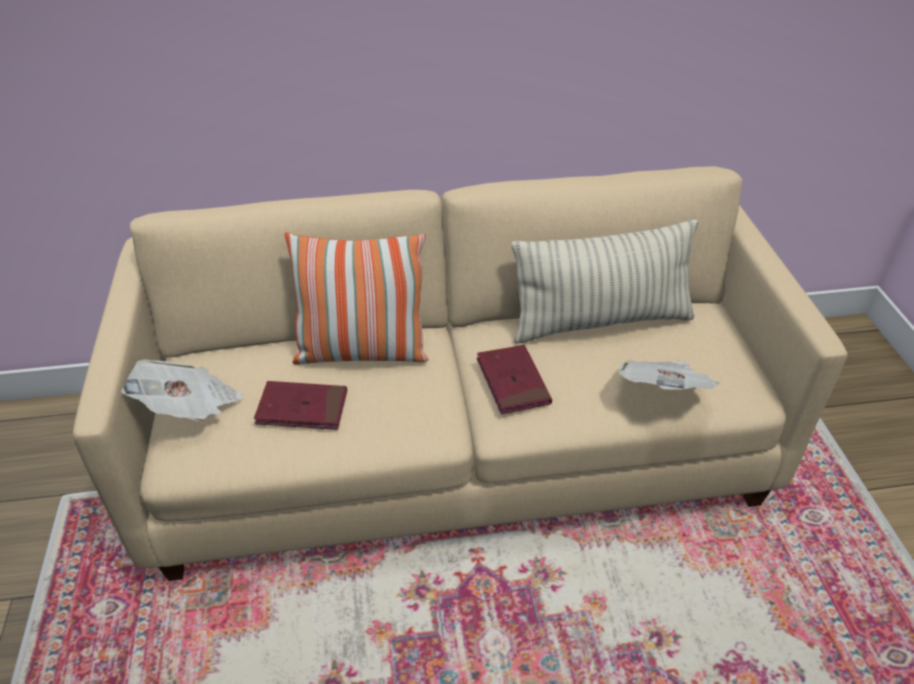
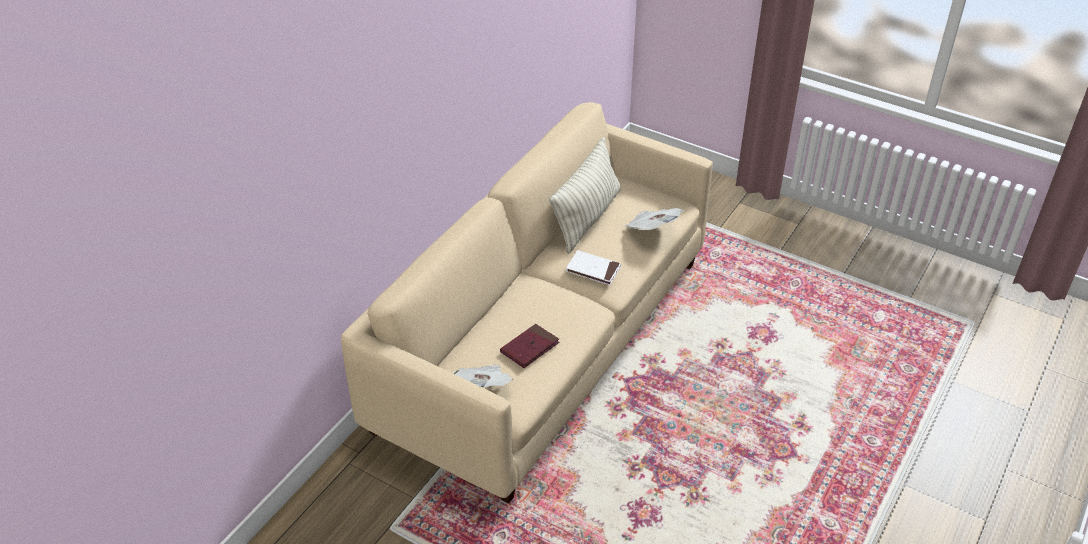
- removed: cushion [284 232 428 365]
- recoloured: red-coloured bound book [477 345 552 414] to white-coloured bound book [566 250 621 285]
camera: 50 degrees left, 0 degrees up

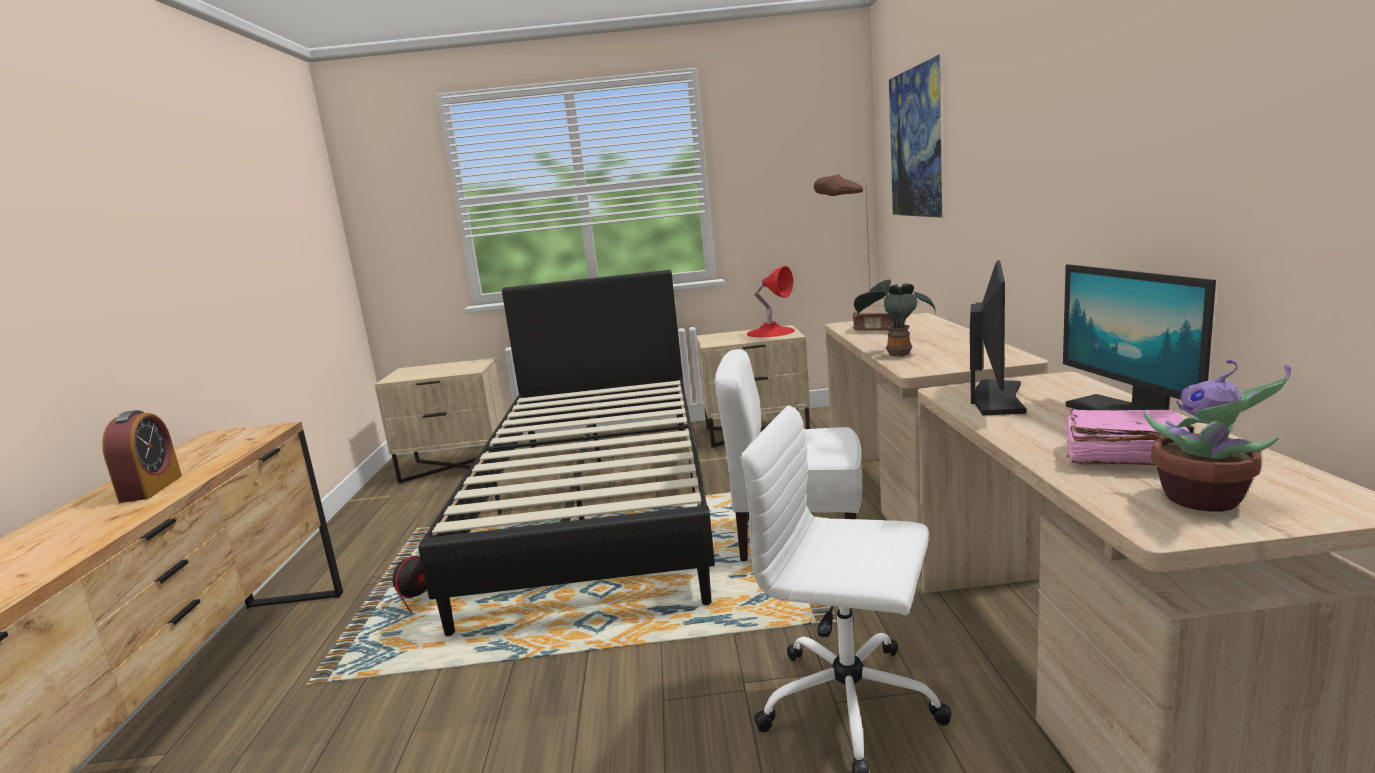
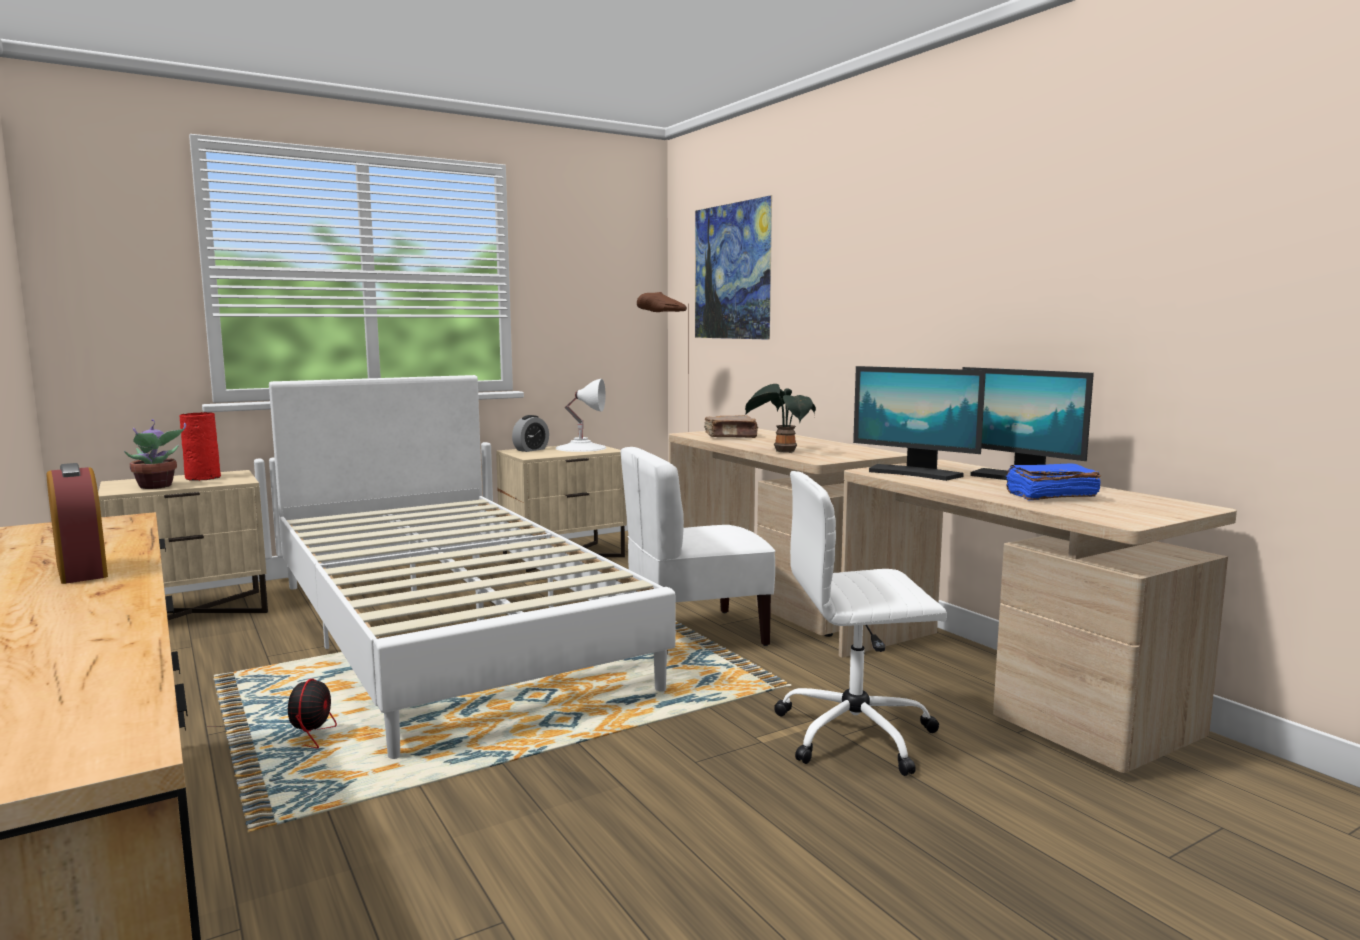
- turned: monitor [970 260 1026 415] = [853 366 986 481] 135 degrees clockwise
- recoloured: red-coloured table lamp [747 266 795 337] to white-coloured table lamp [555 379 606 452]
- recoloured: blackish bed [418 270 715 636] to white-coloured bed [269 375 675 759]
- moved: potted plant [1143 360 1291 512] to [124 419 186 489]
- recoloured: pink-coloured bound book [1066 409 1190 465] to blue-coloured bound book [1005 463 1101 501]
- added: red-coloured vase [180 412 221 481]
- added: table clock [512 415 549 452]
camera: 30 degrees left, 5 degrees down

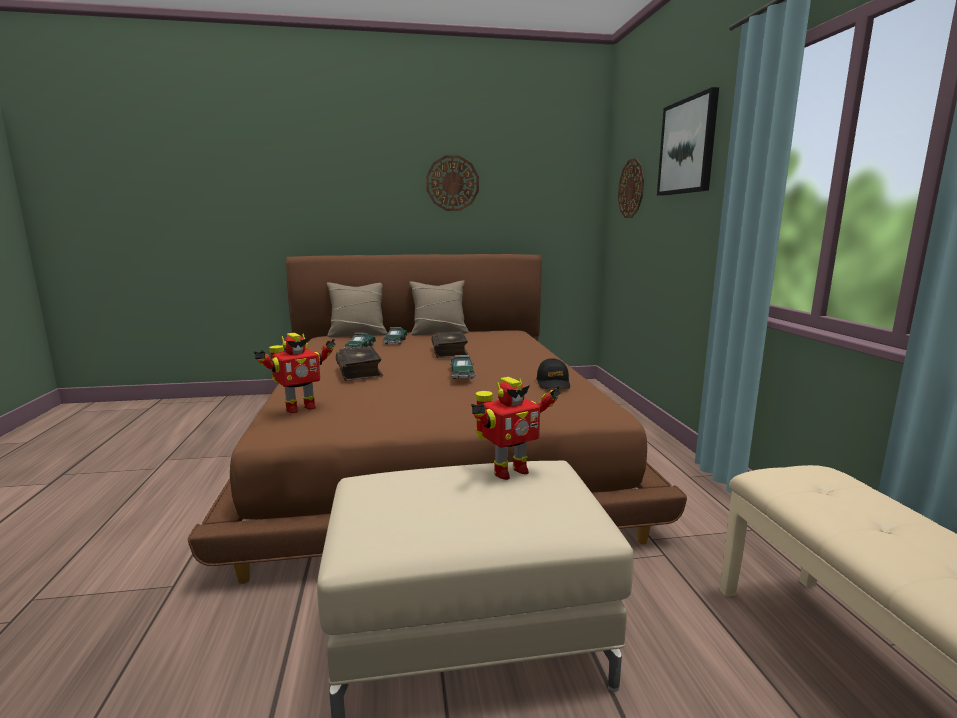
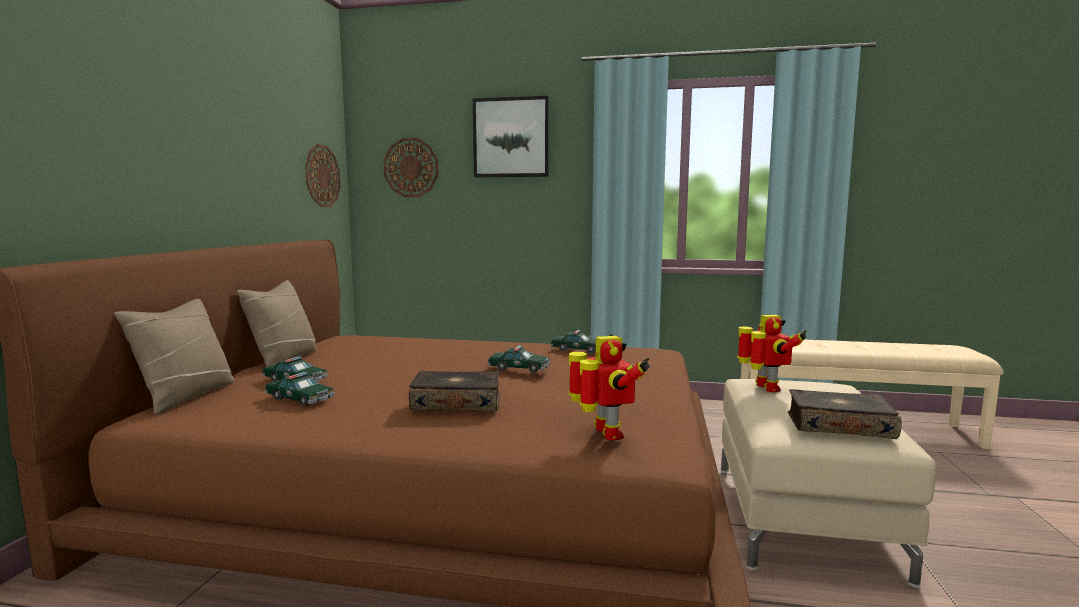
- moved: clock on the wall [426 155 479 211] to [305 144 341 207]
- moved: bound book [432 331 468 358] to [788 389 902 439]
- replaced: blackish baseball cap [537 358 570 389] to miniature car [550 330 596 354]
camera: 70 degrees left, 5 degrees down

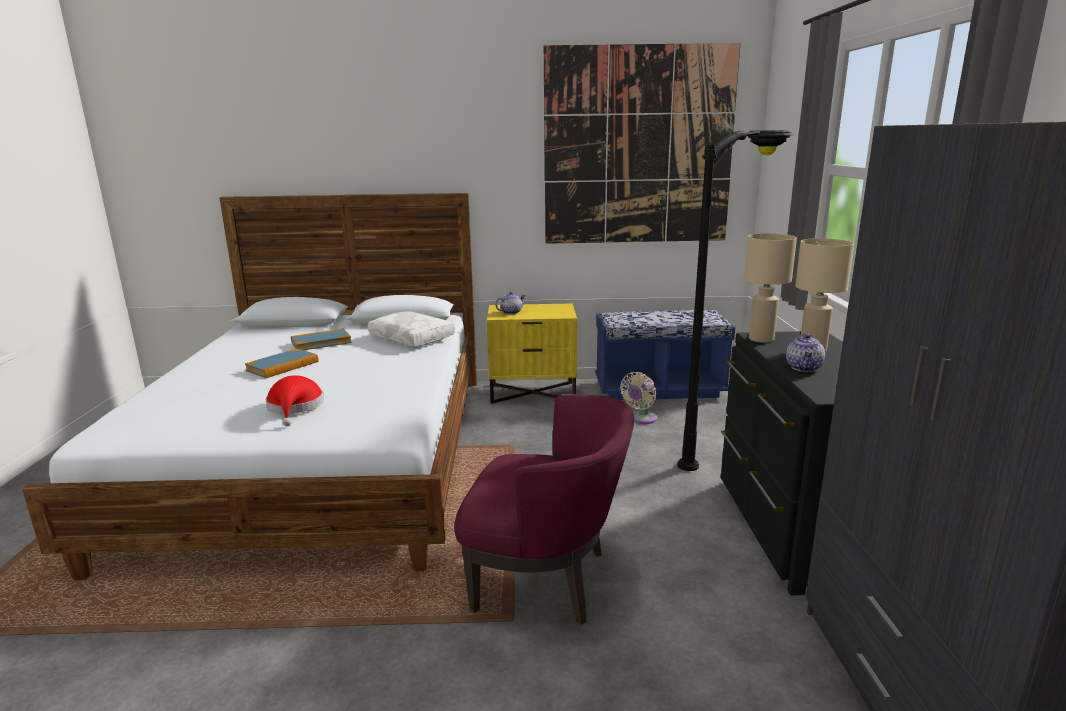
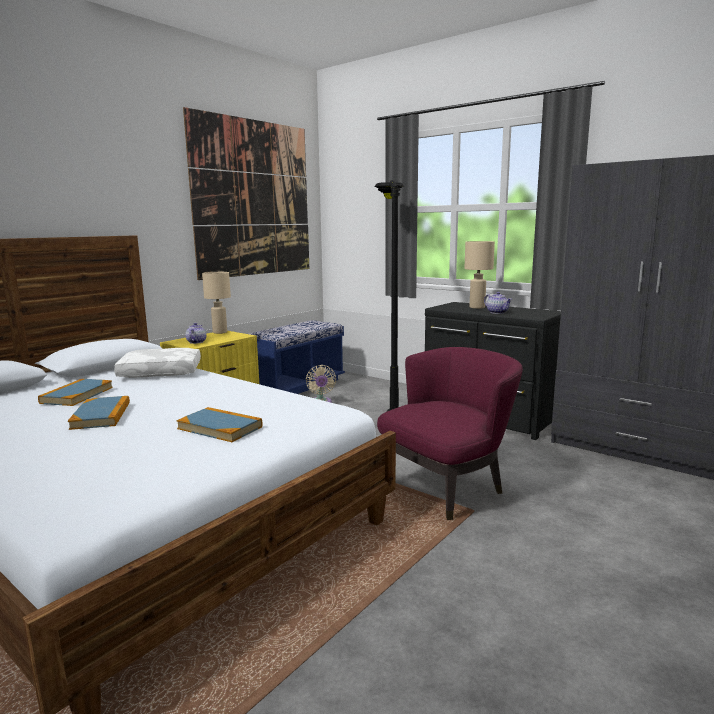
- moved: beige table lamp [744 233 797 343] to [202 272 231 334]
- replaced: red-coloured hat [266 375 324 426] to bound book [176 407 262 442]
camera: 50 degrees left, 5 degrees down

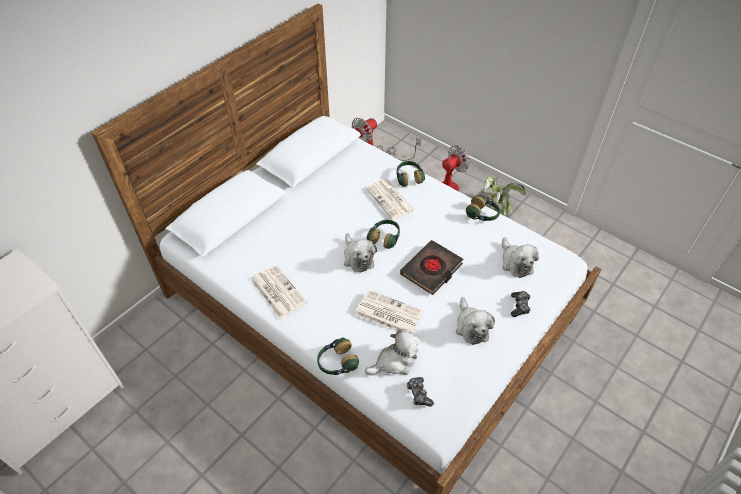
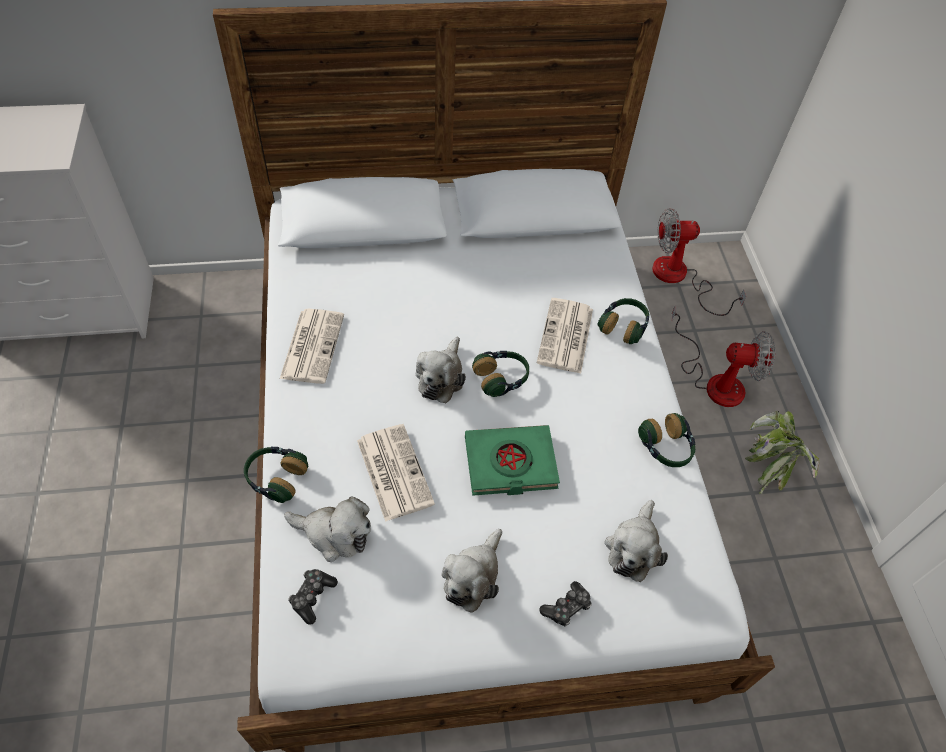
- recoloured: blackish bound book [400 240 463 295] to greenish bound book [465 425 560 496]
camera: 40 degrees right, 5 degrees up

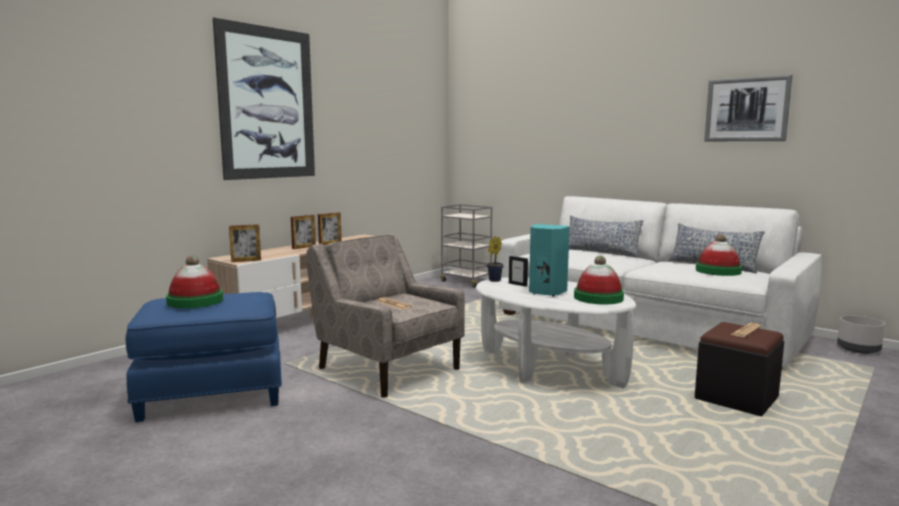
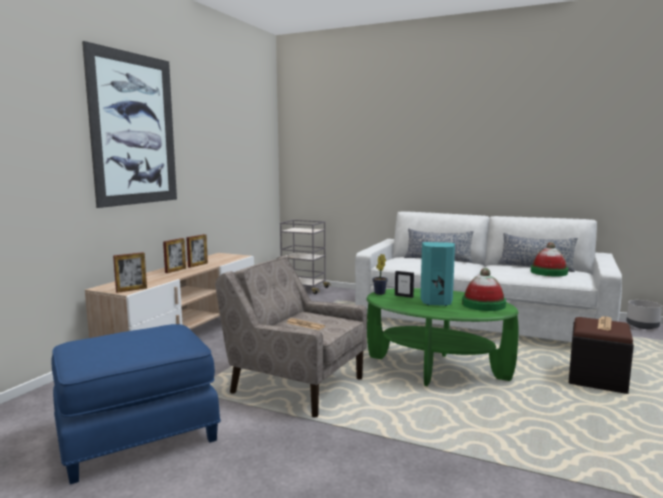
- removed: wall art [704 75 792 141]
- removed: hat [166 256 223 309]
- recoloured: white-coloured low table [476 277 636 388] to greenish low table [367 288 519 386]
camera: 15 degrees left, 0 degrees up

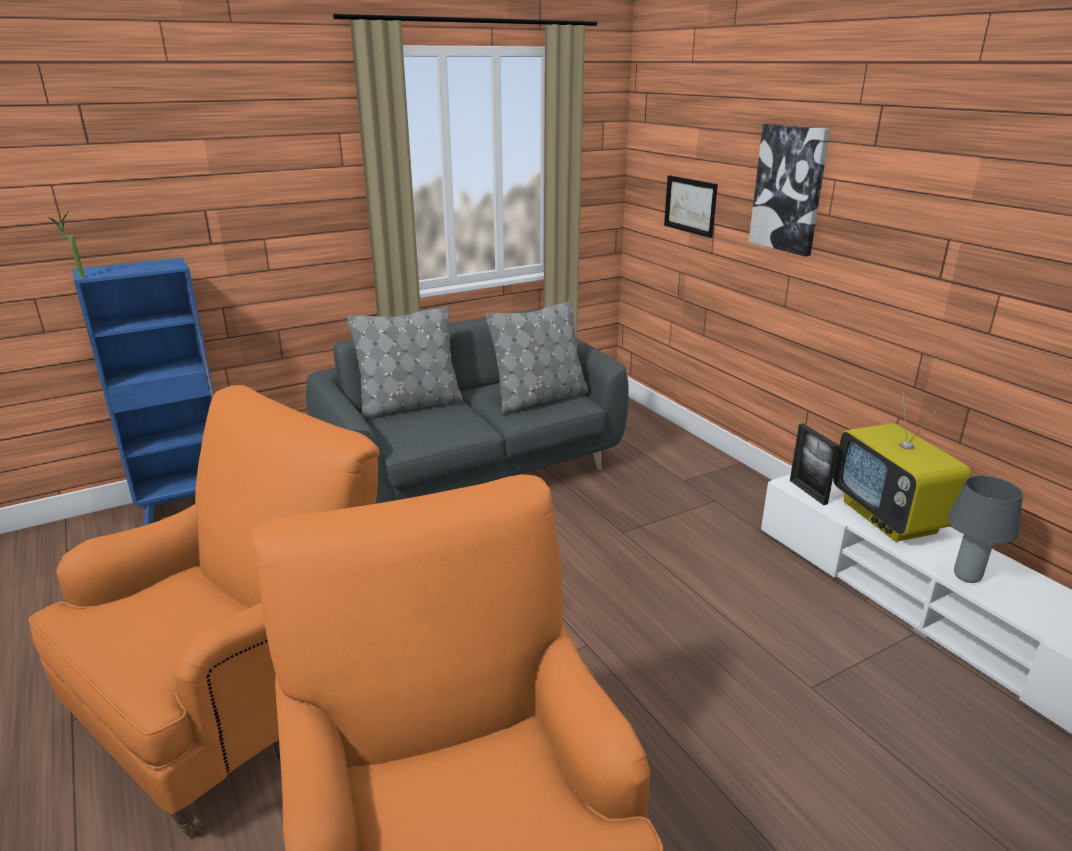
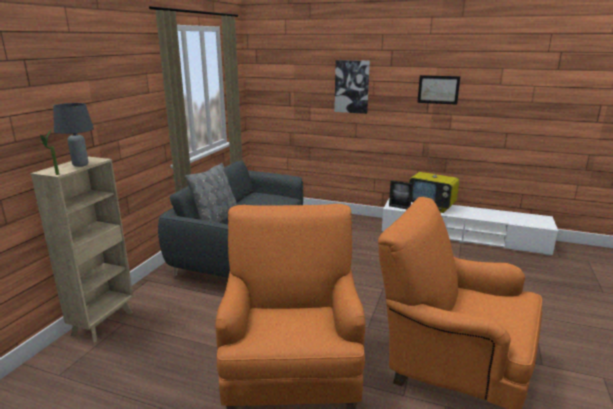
- moved: wall art [664 175 718 238] to [417 75 460 105]
- recoloured: blue-coloured bookshelf [73 257 214 526] to beige bookshelf [31 157 133 342]
- removed: grey cushion [486 301 588 413]
- moved: grey table lamp [948 475 1023 583] to [53 103 94 167]
camera: 40 degrees left, 5 degrees down

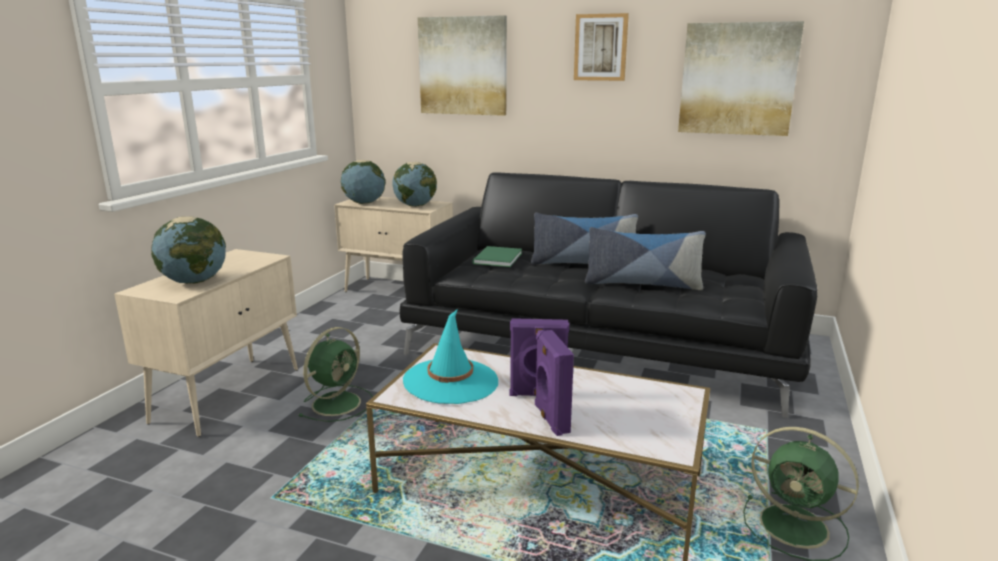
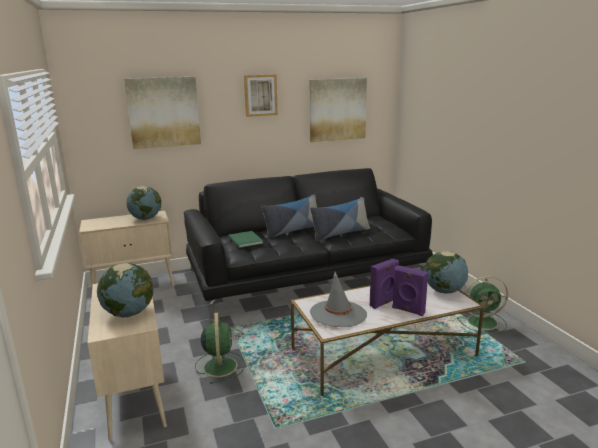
- moved: globe [341 160 385 204] to [424 251 468 294]
- recoloured: turquoise hat [403 309 498 404] to grey hat [310 272 367 327]
camera: 40 degrees left, 0 degrees up

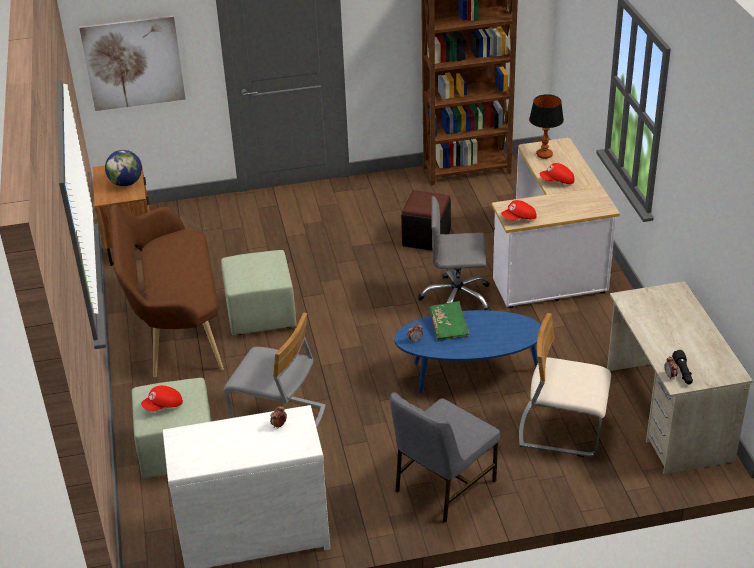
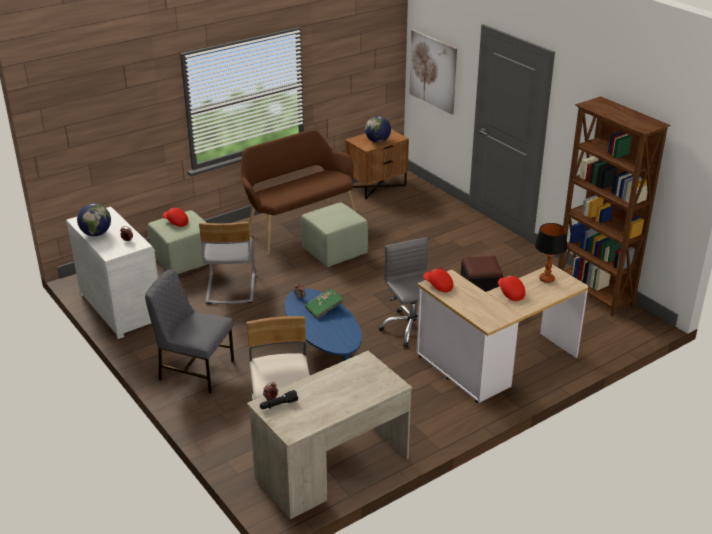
- added: globe [77 203 111 236]
camera: 65 degrees right, 5 degrees down

